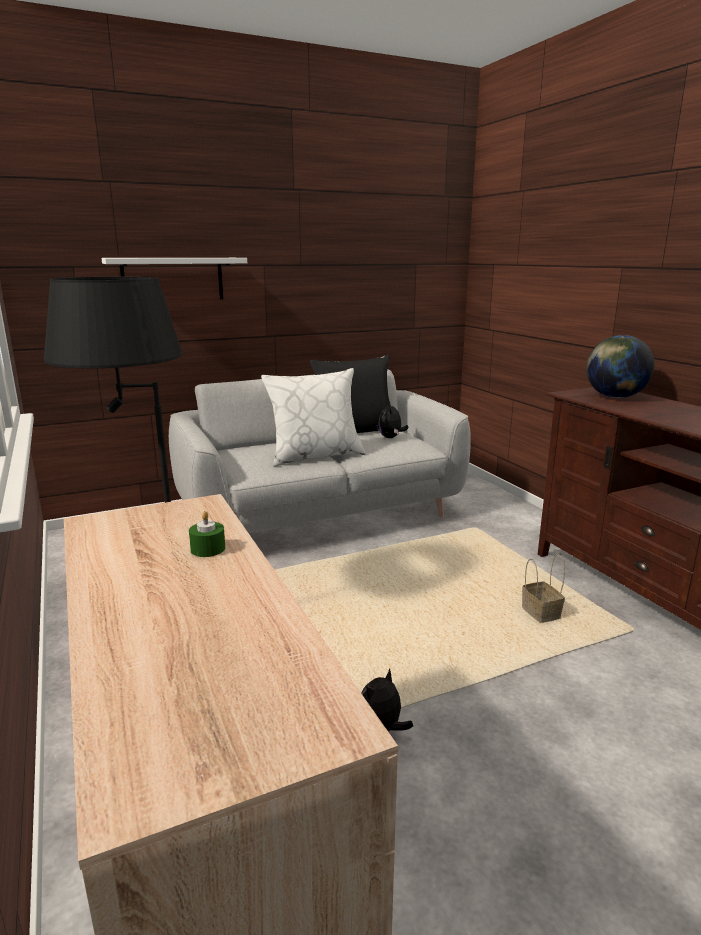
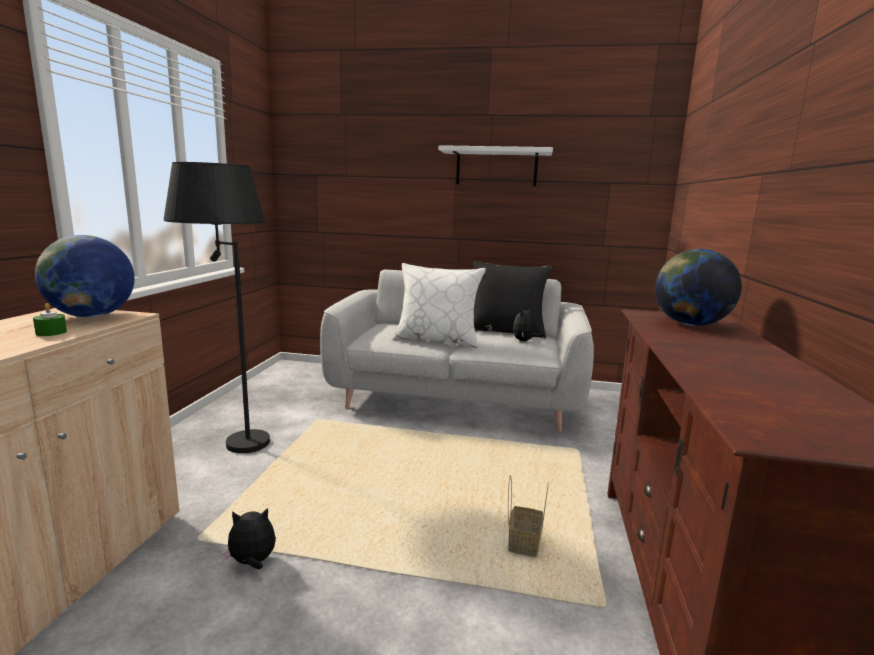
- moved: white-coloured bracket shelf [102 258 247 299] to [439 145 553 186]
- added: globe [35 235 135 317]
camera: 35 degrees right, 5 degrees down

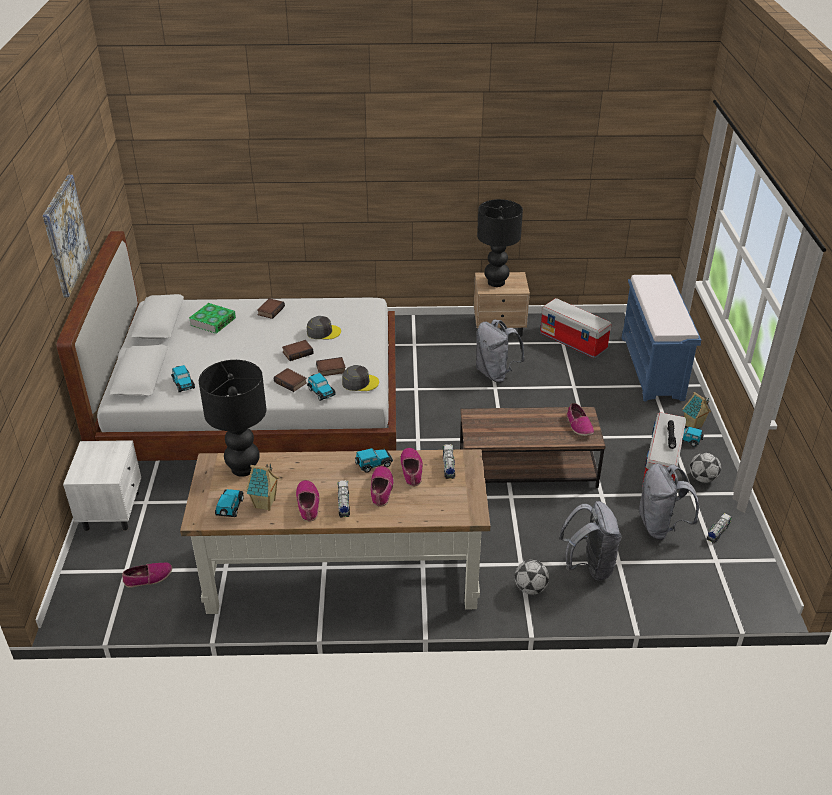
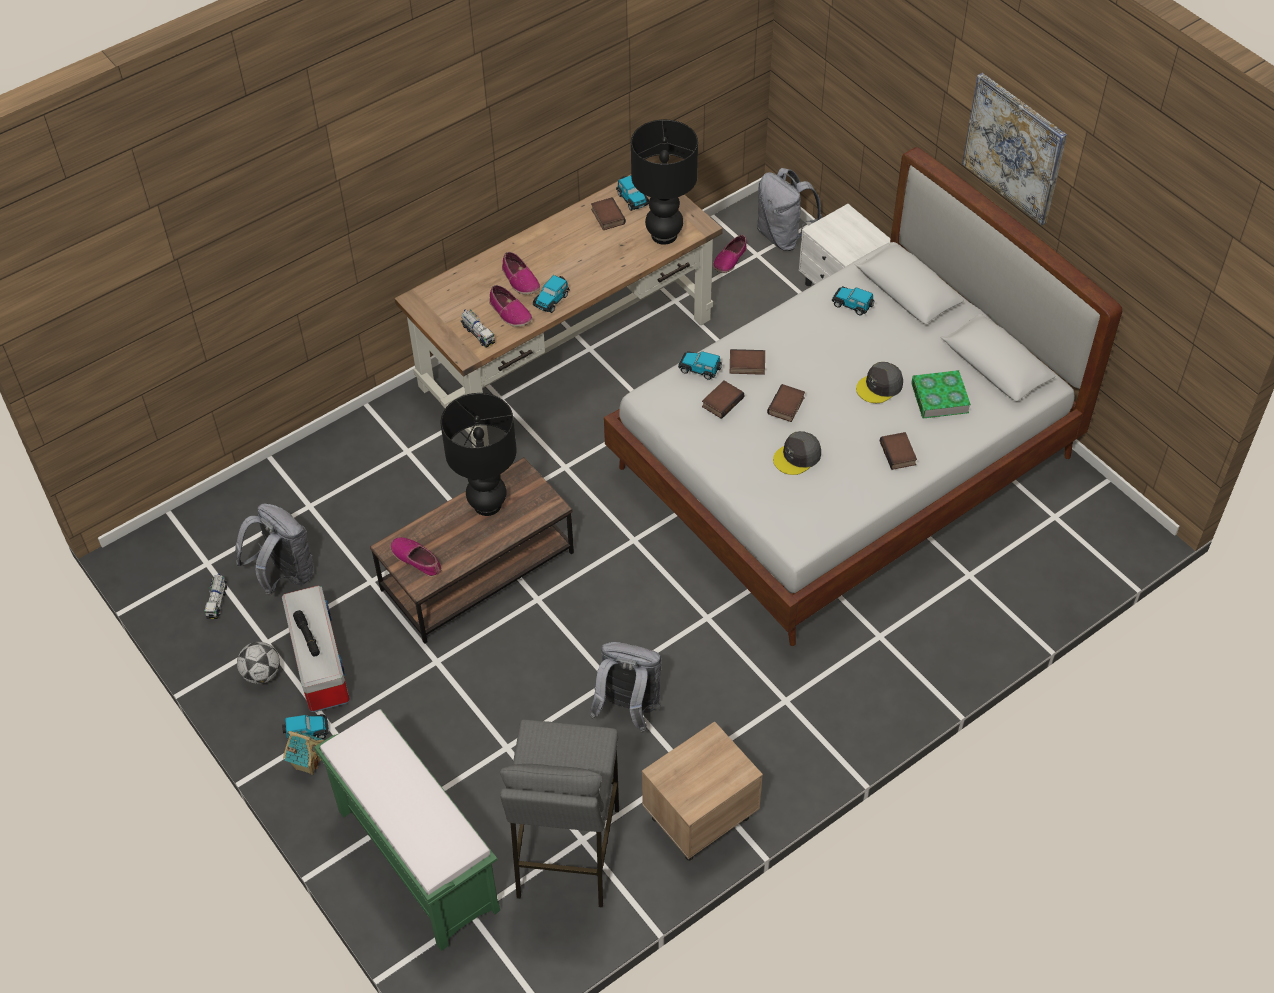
- moved: blackish table lamp [477 199 523 287] to [441 393 517 516]
- recoloured: blue-coloured indoor bench [622 274 701 401] to greenish indoor bench [314 709 500 951]
- replaced: storage box [540 298 611 358] to grey stool seat [500 720 619 908]
- moved: grey baseball cap [342 365 379 391] to [856 362 903 403]
- replaced: toy house [245 463 279 511] to bound book [591 197 626 230]
- removed: item of footwear [296 480 320 522]
- removed: toy lorry [337 480 350 518]
- moved: grey backpack [559 501 621 580] to [757 168 822 251]
- removed: football ball [515 560 549 595]
camera: 145 degrees right, 15 degrees up

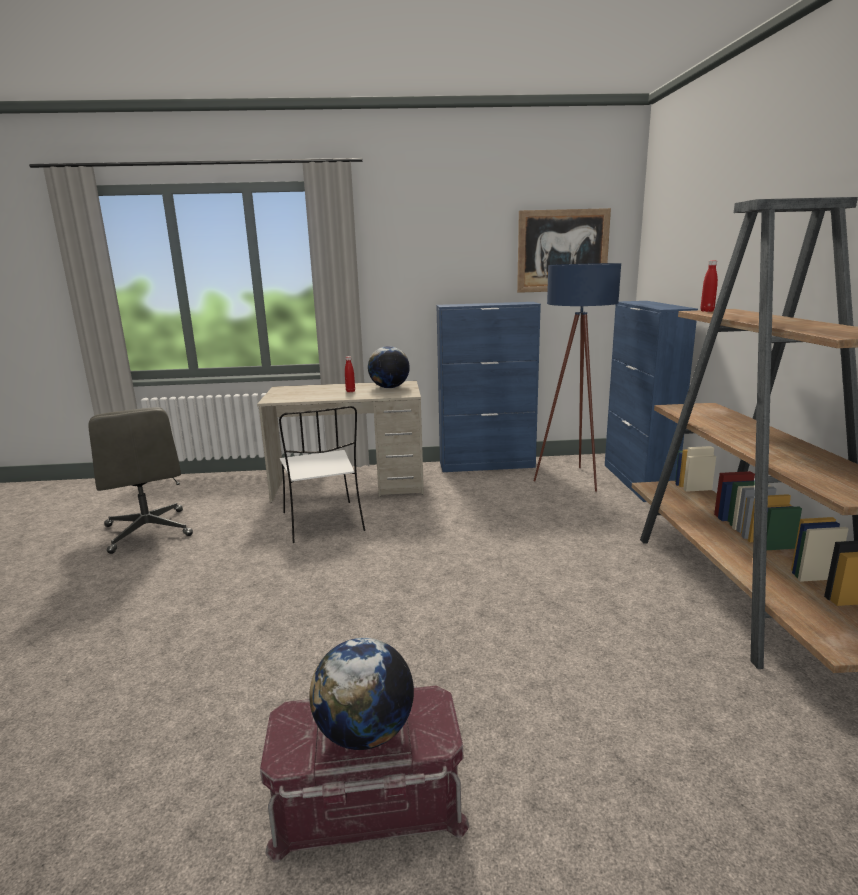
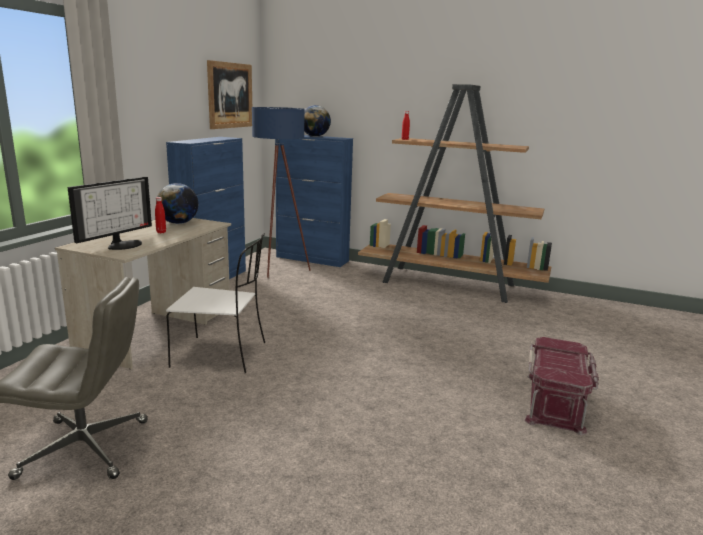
- moved: globe [309 638 414 750] to [304 105 331 137]
- added: monitor [68 177 152 250]
camera: 65 degrees left, 0 degrees up

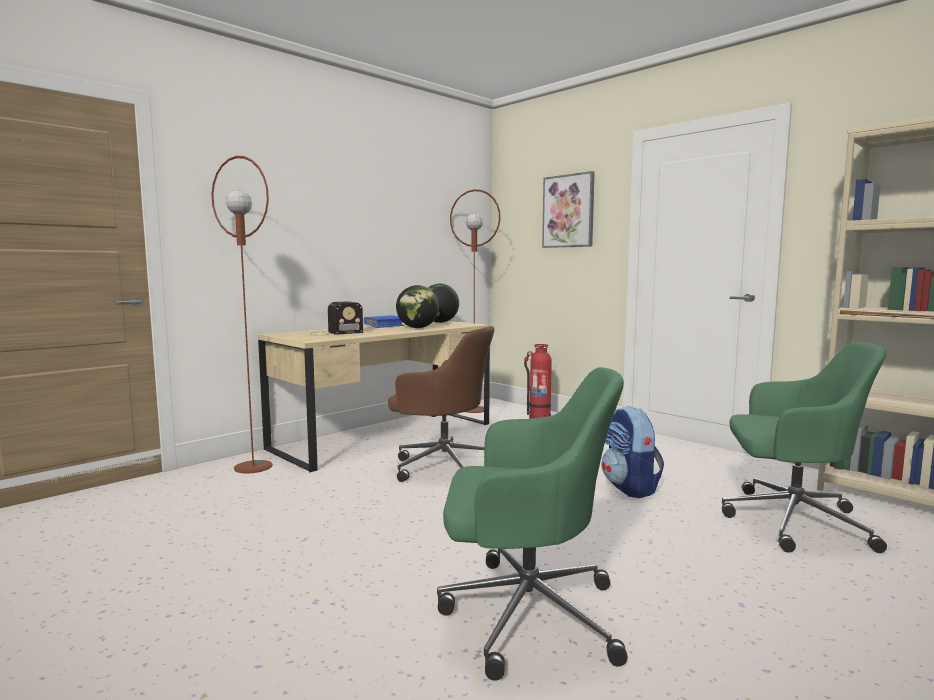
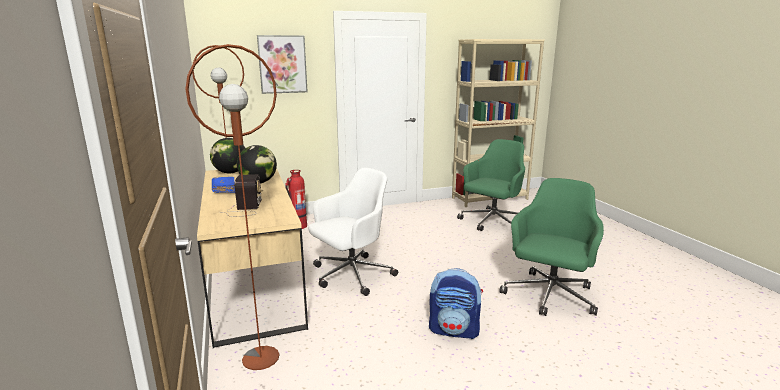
- recoloured: brown-coloured office chair [388 326 494 482] to white-coloured office chair [308 168 398 296]
- moved: backpack [602 406 664 498] to [429 268 483 339]
camera: 65 degrees left, 10 degrees up

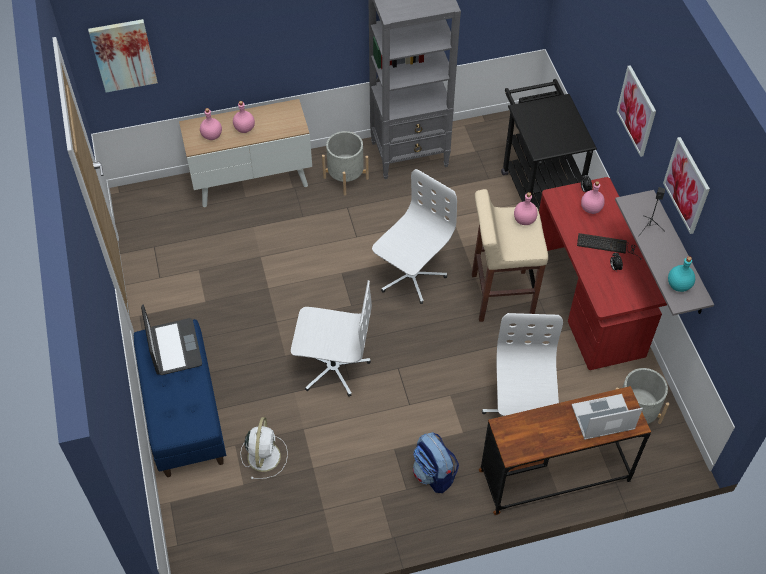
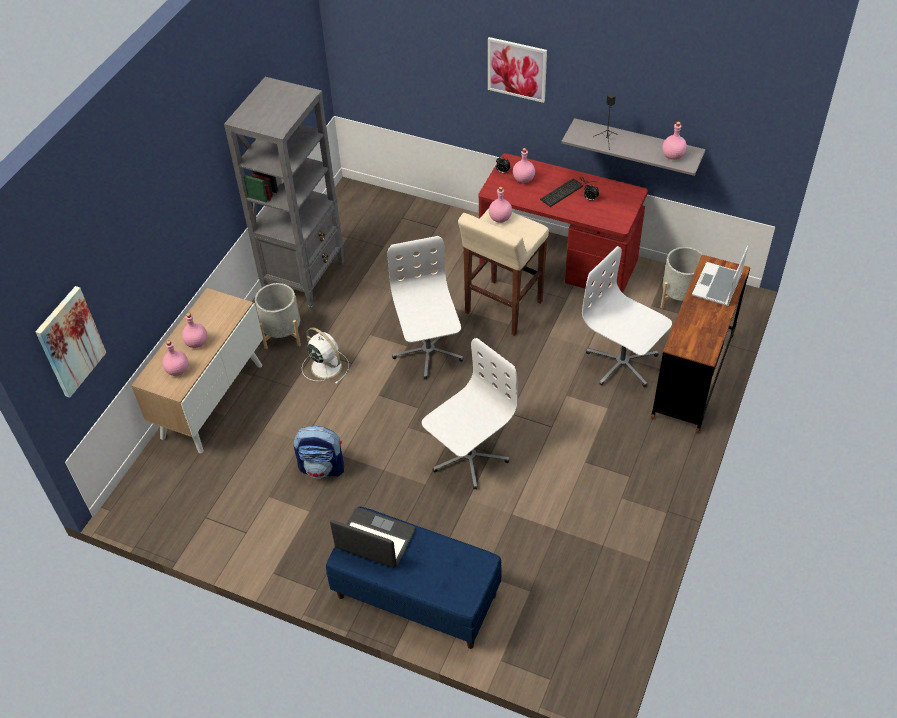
- removed: blackish cart [501 79 597 211]
- removed: wall art [663 137 710 234]
- recoloured: turquoise beverage bottle [668 256 695 292] to pink-coloured beverage bottle [662 122 687 160]
- moved: white-coloured fan [240 417 288 479] to [302 327 349 384]
- moved: backpack [413 432 459 493] to [294 426 344 478]
camera: 50 degrees left, 5 degrees down

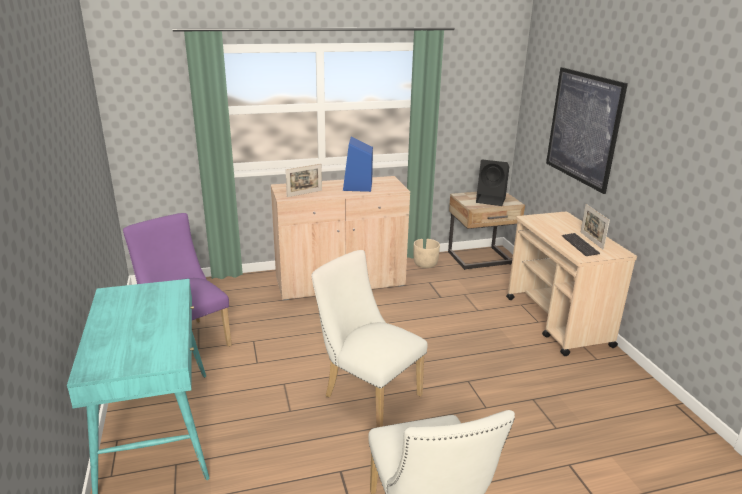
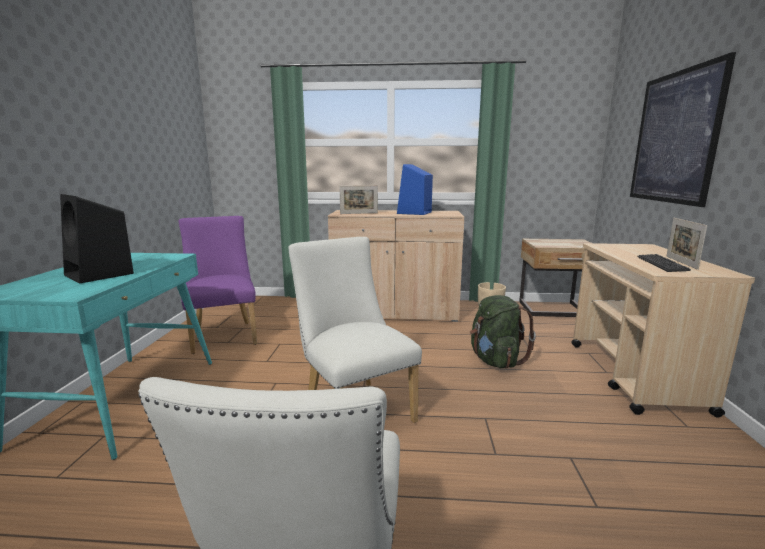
- moved: blackish loudspeaker [476 159 509 206] to [60 194 134 284]
- added: greenish backpack [470 295 536 368]
camera: 20 degrees right, 10 degrees down

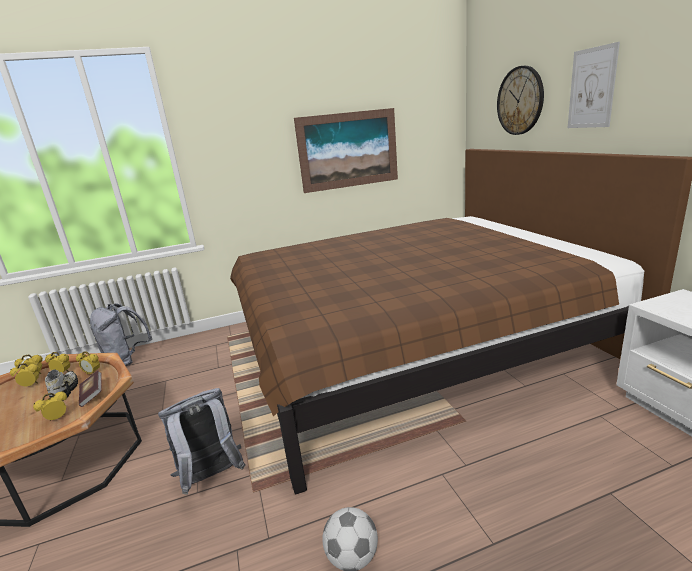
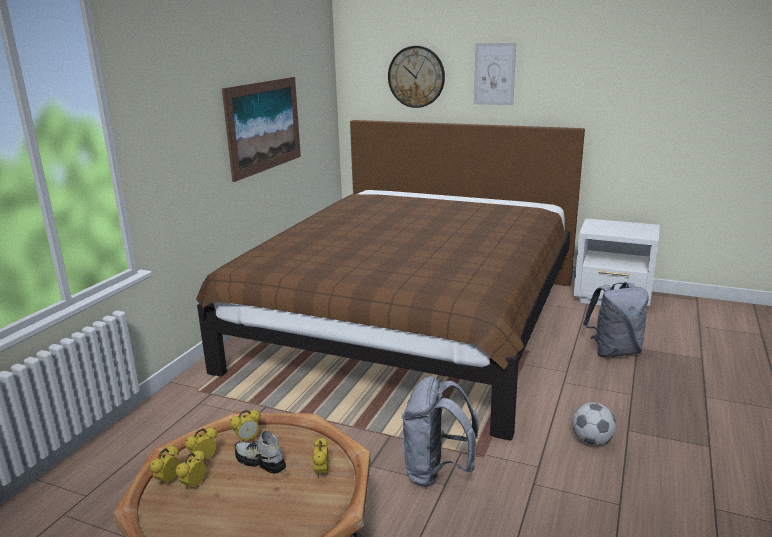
- moved: grey backpack [90 303 152 366] to [583 282 649 357]
- removed: bound book [79 370 102 407]
camera: 50 degrees left, 0 degrees up

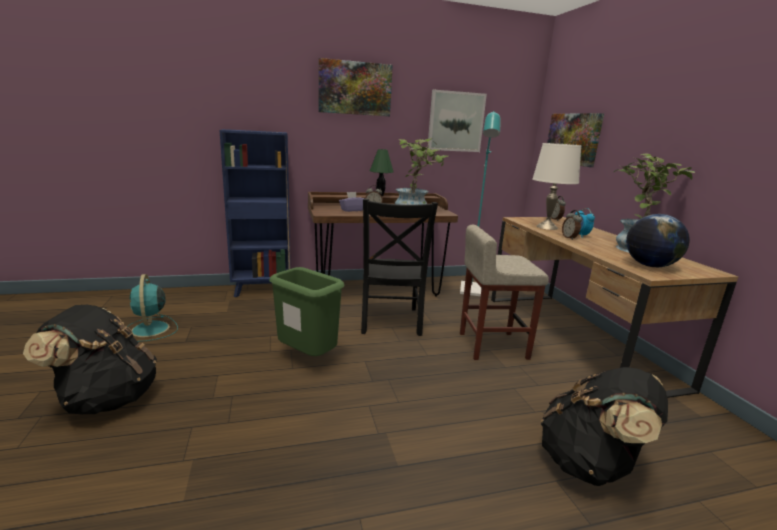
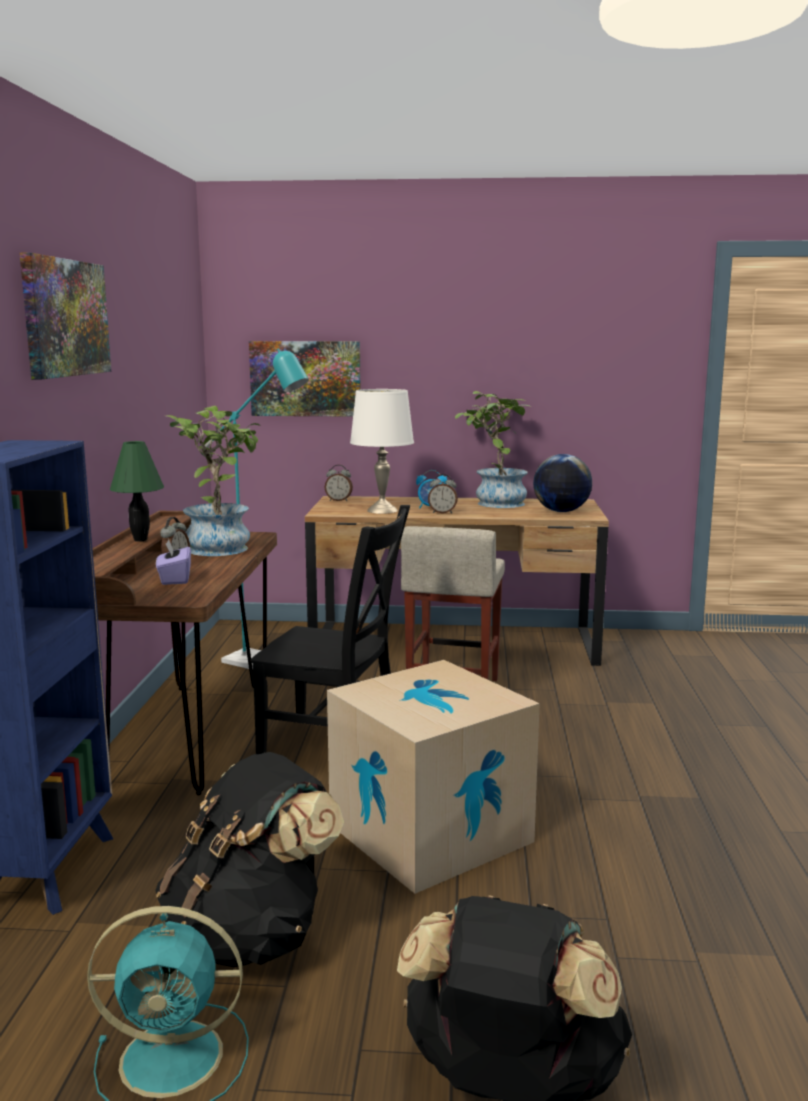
- removed: wall art [428 90 487 152]
- replaced: greenish rubbish bin [269 267 344 356] to packing box [327 660 540 894]
- moved: blackish backpack [541 367 668 486] to [155 752 344 967]
camera: 70 degrees left, 5 degrees down

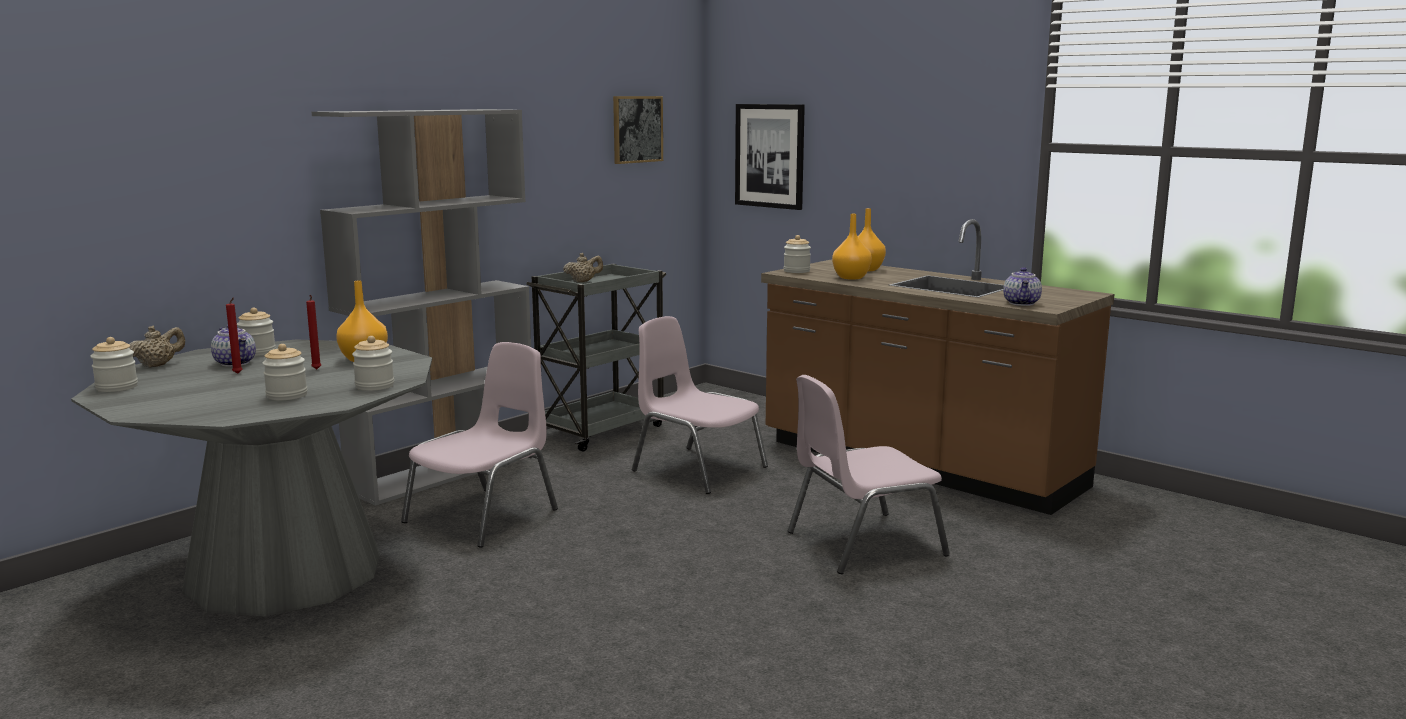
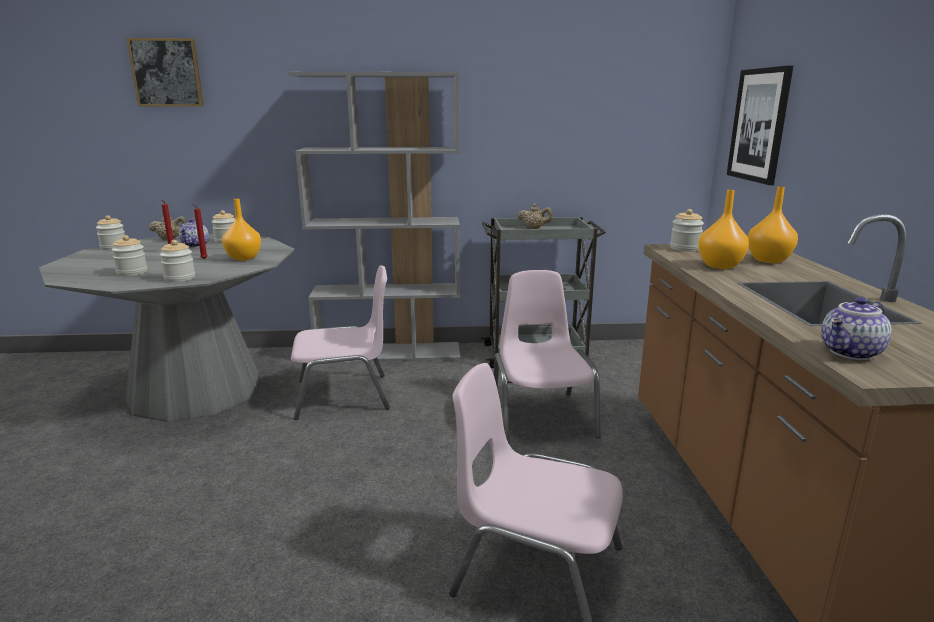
- moved: wall art [613 96 663 164] to [127 38 204 106]
camera: 45 degrees right, 5 degrees up

